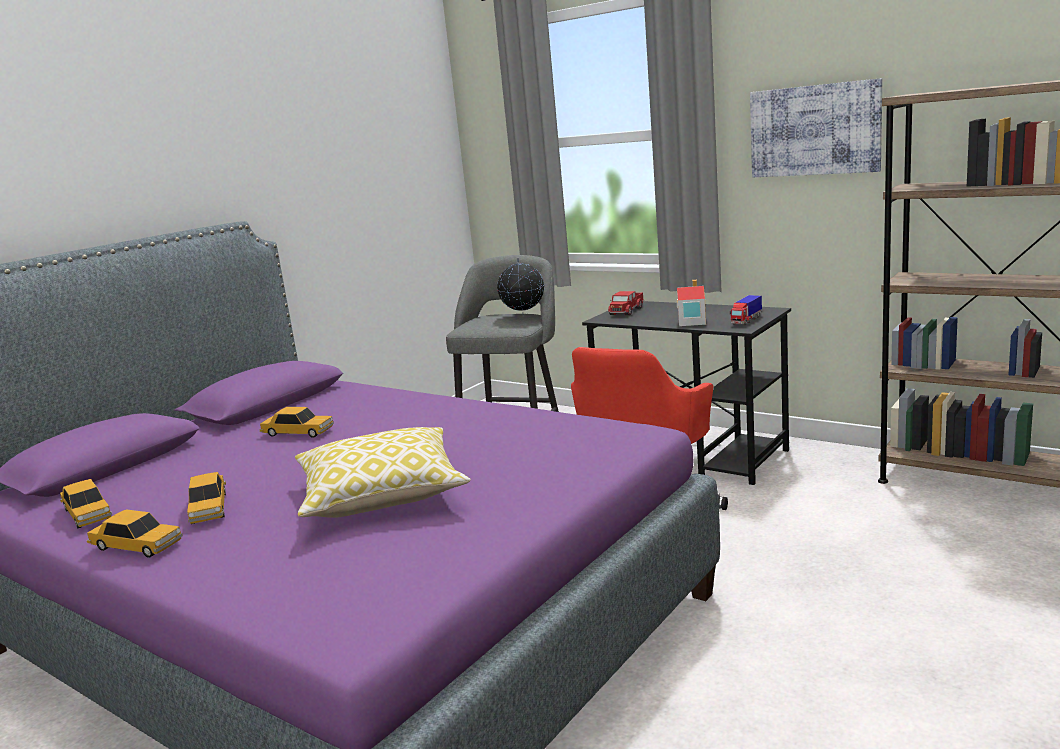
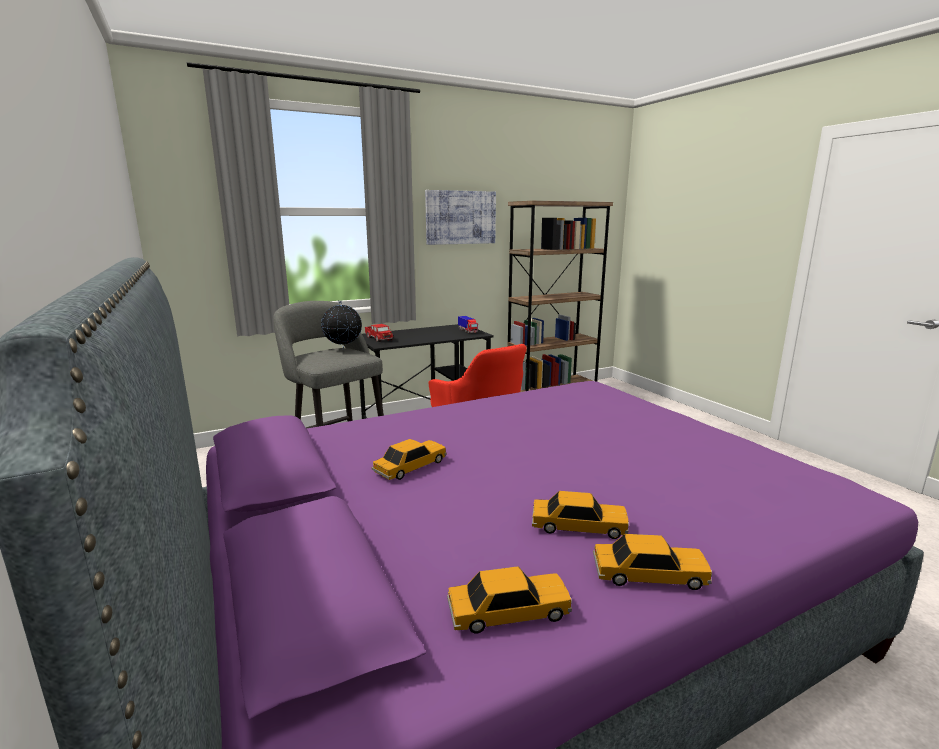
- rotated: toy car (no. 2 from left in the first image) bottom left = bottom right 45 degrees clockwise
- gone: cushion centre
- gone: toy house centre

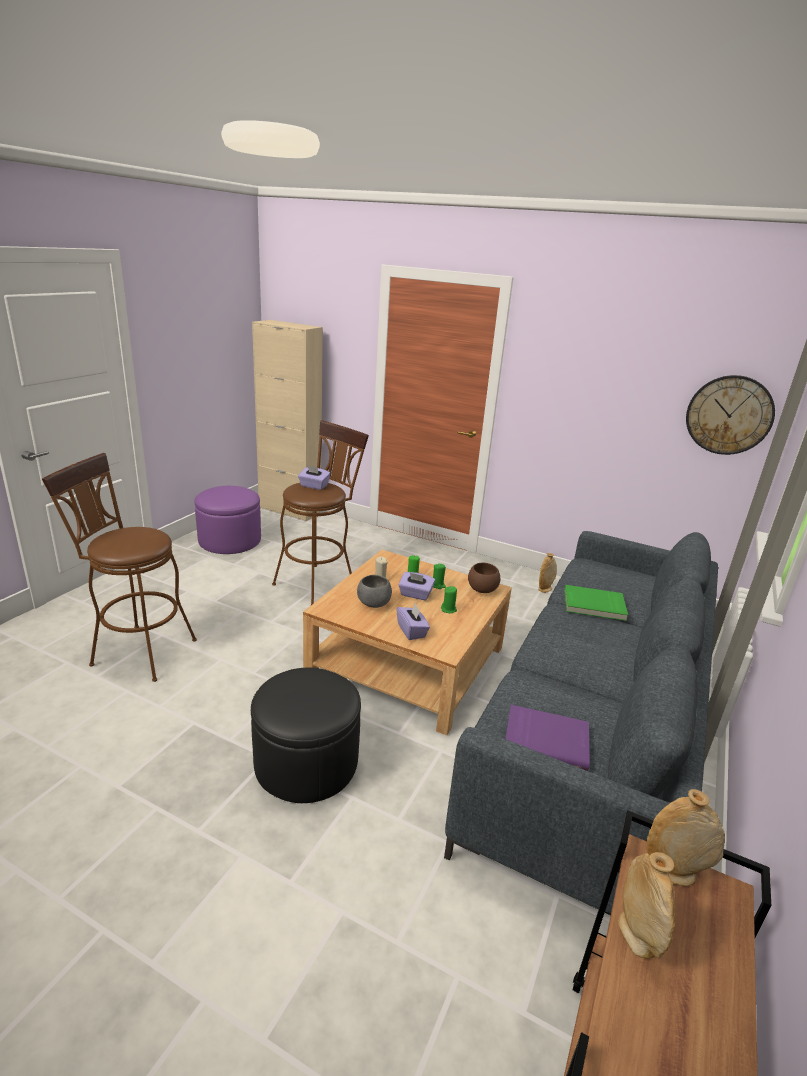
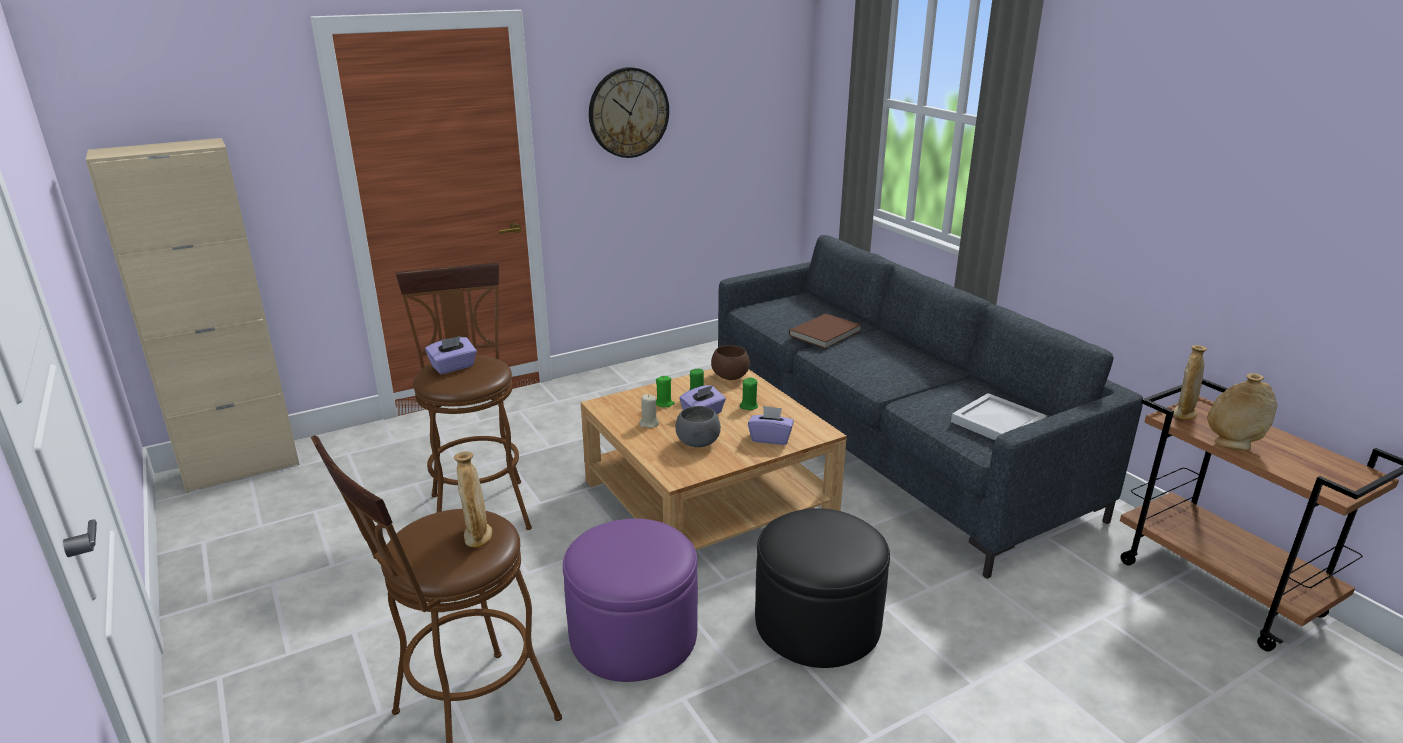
- shifted: purplish pouffe middle left to bottom centre
- swapped: purplish bound book bottom right to whitish tray middle right
- shifted: beige-coloured flower vase (no. 1 from left) middle right to bottom centre
- repainted: green-coloured bound book middle right to brown bound book centre
- shifted: clock on the wall middle right to top centre

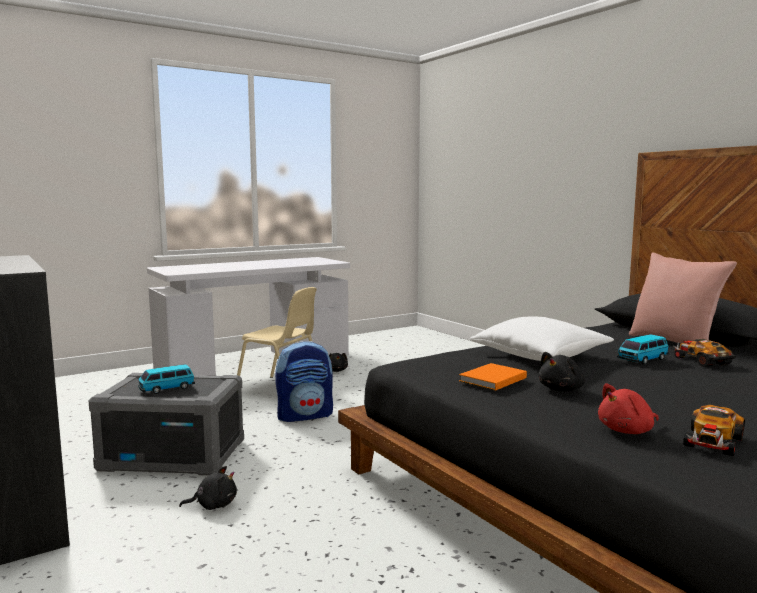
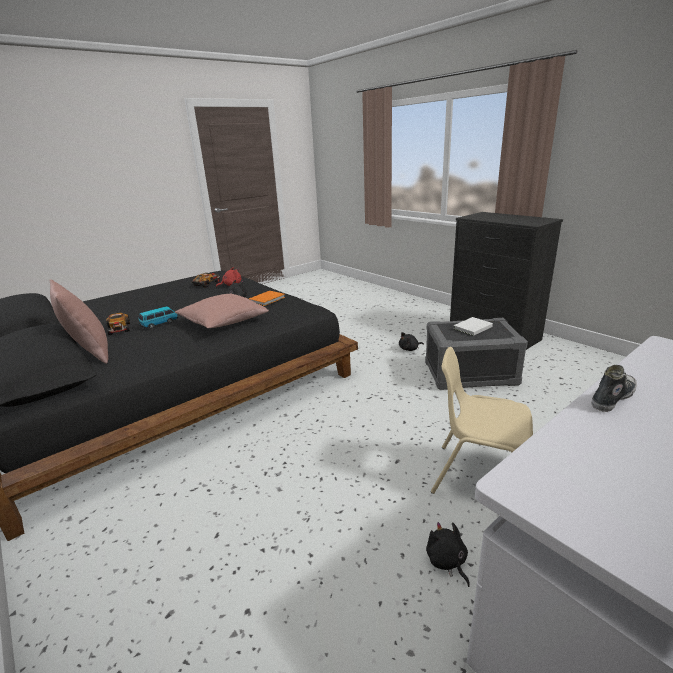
- swapped: toy car (no. 1 from left) middle left to whitish bound book middle right
- gone: knapsack centre
- repainted: whitish cushion middle right to pink cushion (no. 2 from left) middle left
- new: shoe middle right

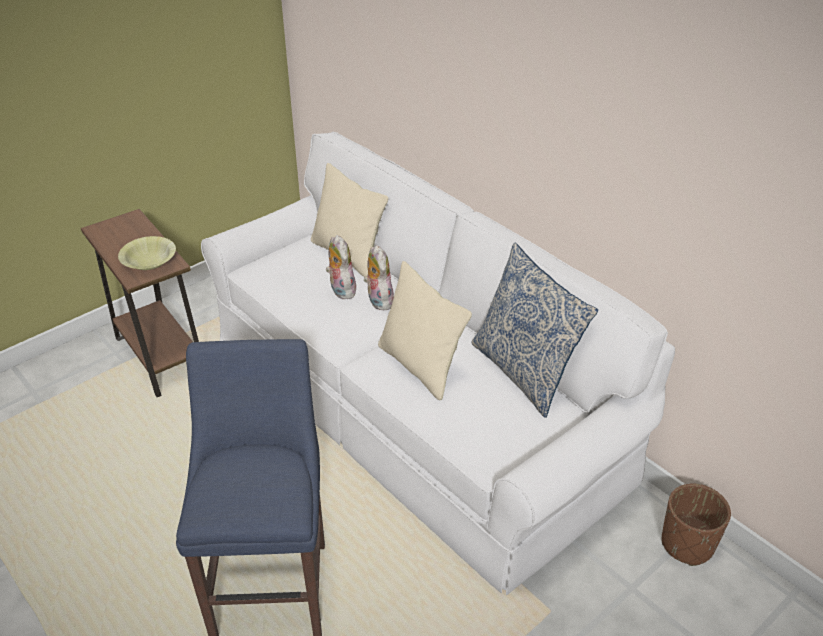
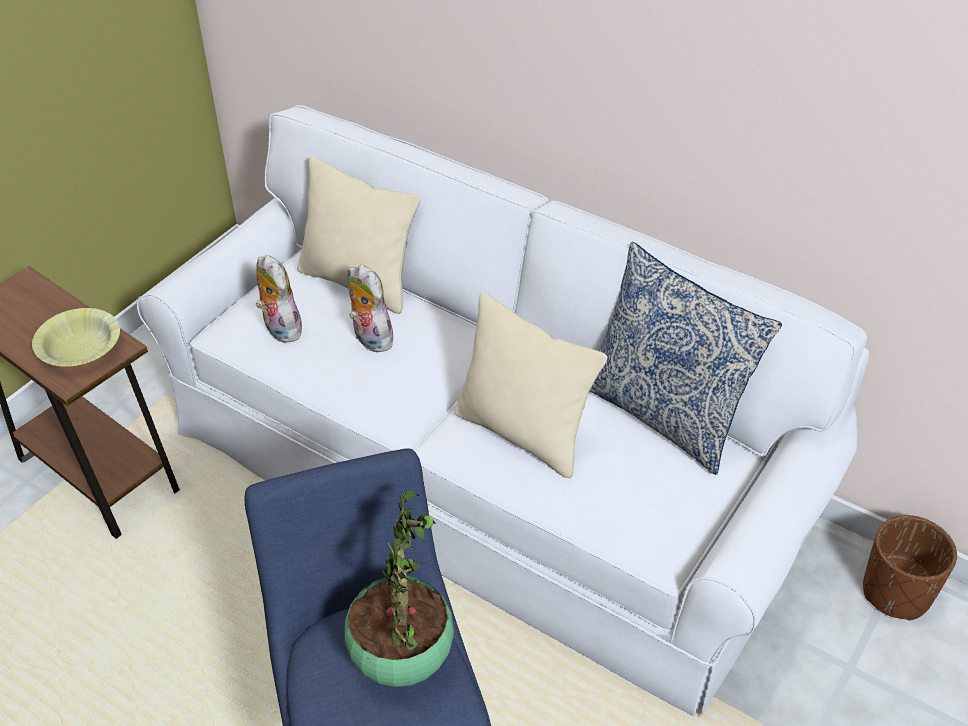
- shifted: plush toy (no. 2 from left in the first image) centre to plush toy (no. 1 from left) middle left
- new: plant in a pot bottom centre

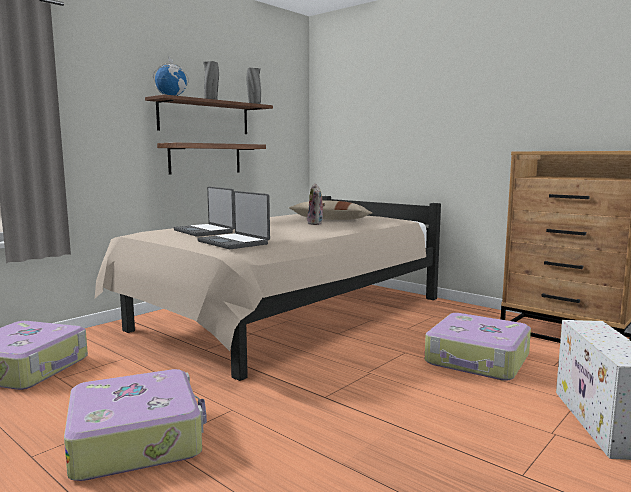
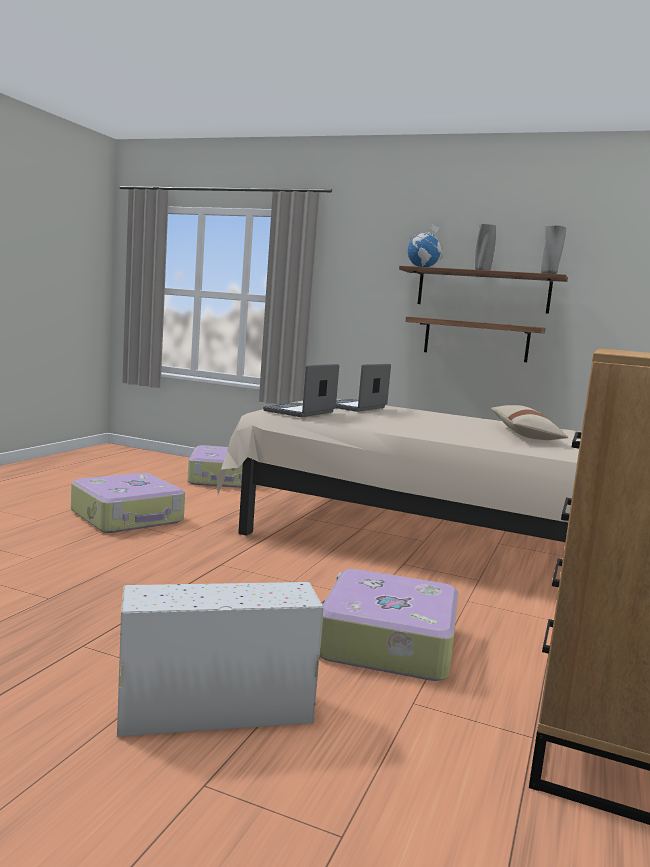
- gone: plush toy centre

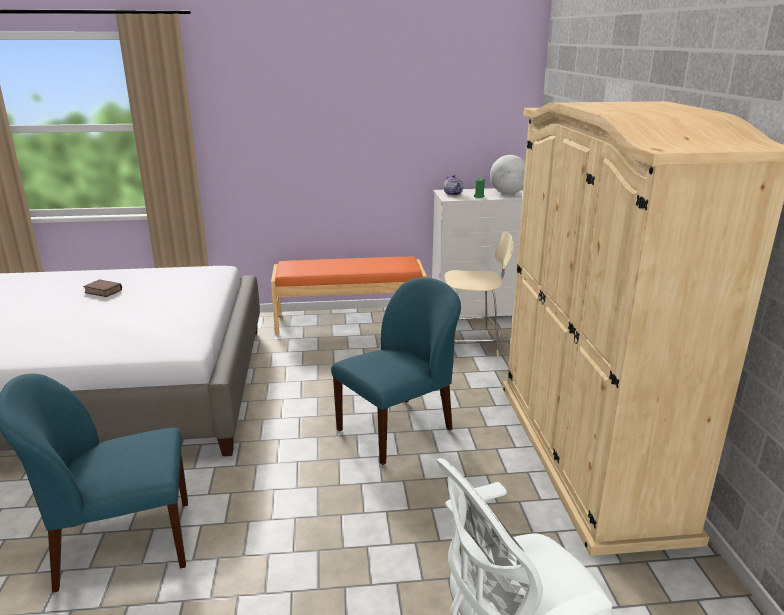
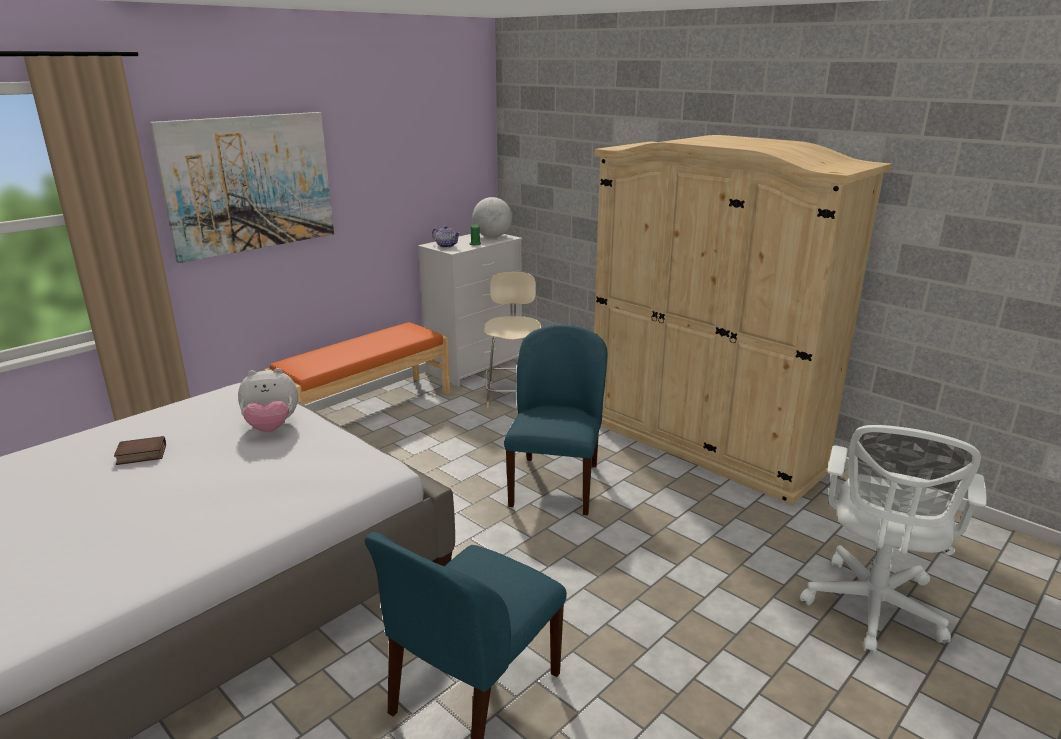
- rotated: beige-coloured plain chair centre = centre 45 degrees counterclockwise
- new: wall art top left
- new: plush toy middle left

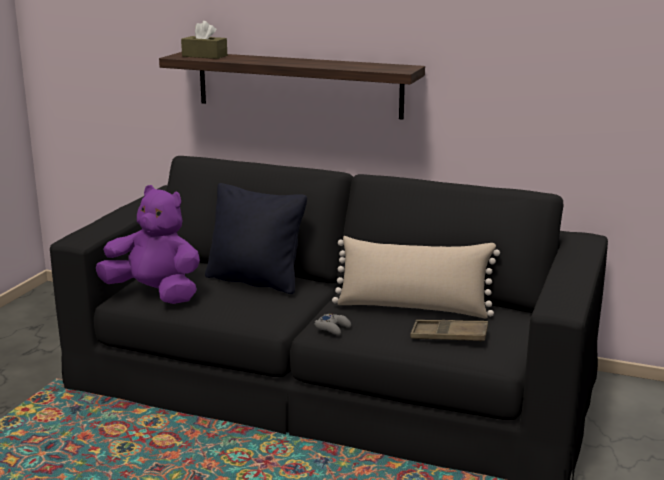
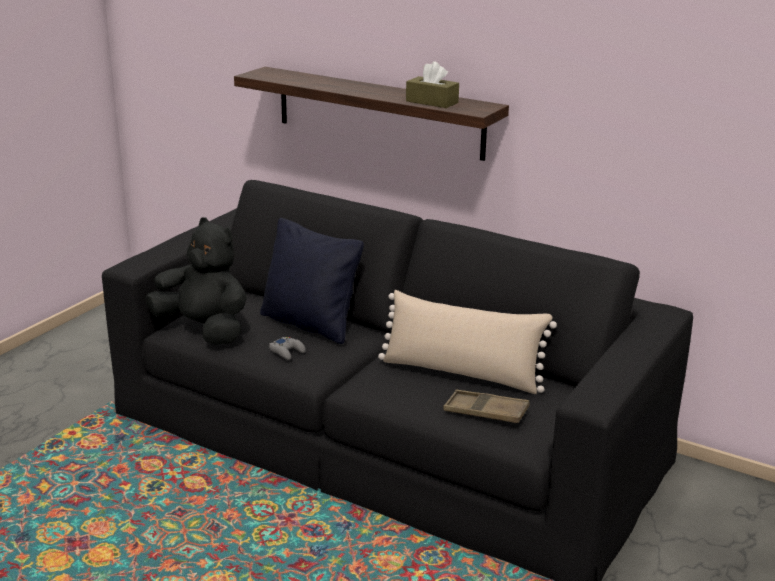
- repainted: purplish plush toy middle left to black plush toy middle left
- shifted: brown tissue holder top left to top centre
- shifted: grey game controller bottom centre to centre

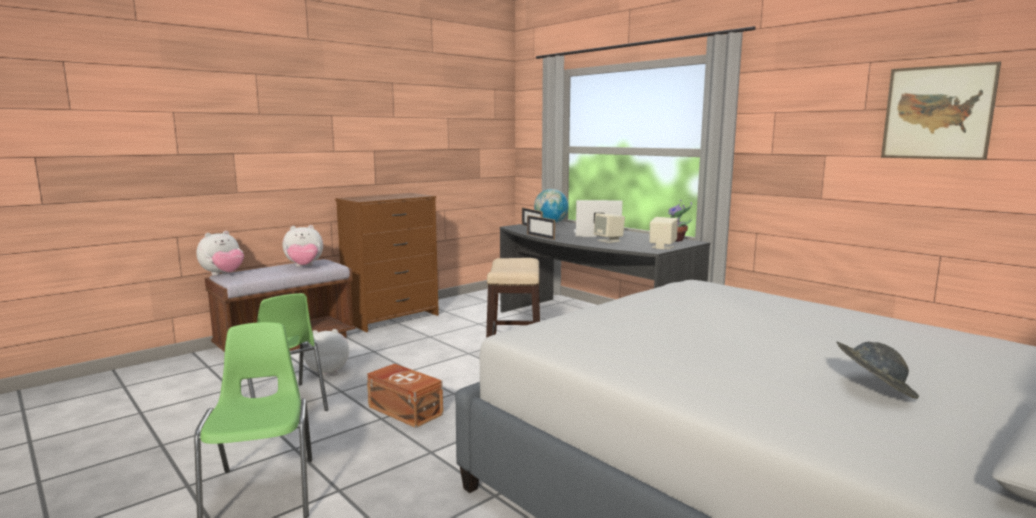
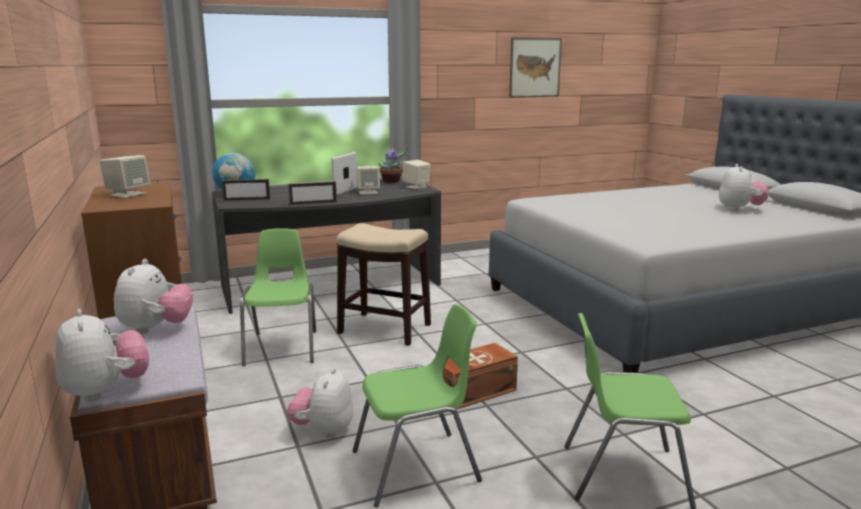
- swapped: grey wearable hat bottom right to plush toy (no. 4 from left) middle right
- new: beige-coloured speaker (no. 1 from left) middle left
- new: green-coloured plain chair (no. 1 from left) middle left

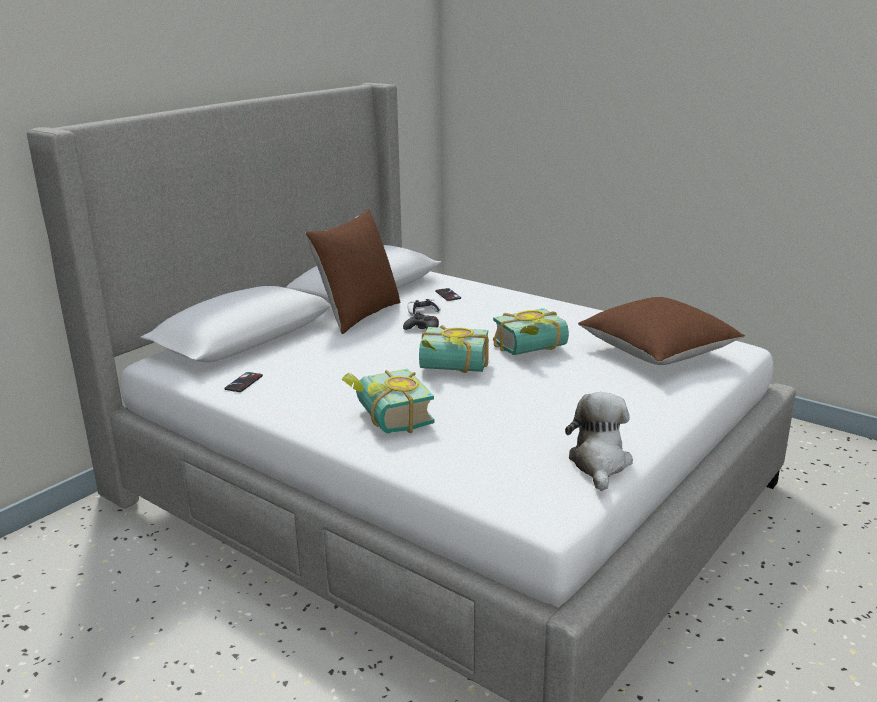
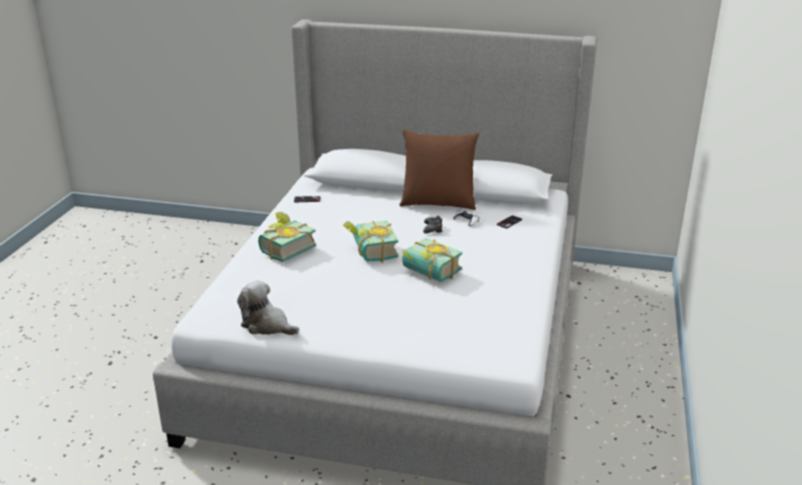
- rotated: plush toy middle right = centre 135 degrees counterclockwise
- gone: brown cushion (no. 2 from left) middle right

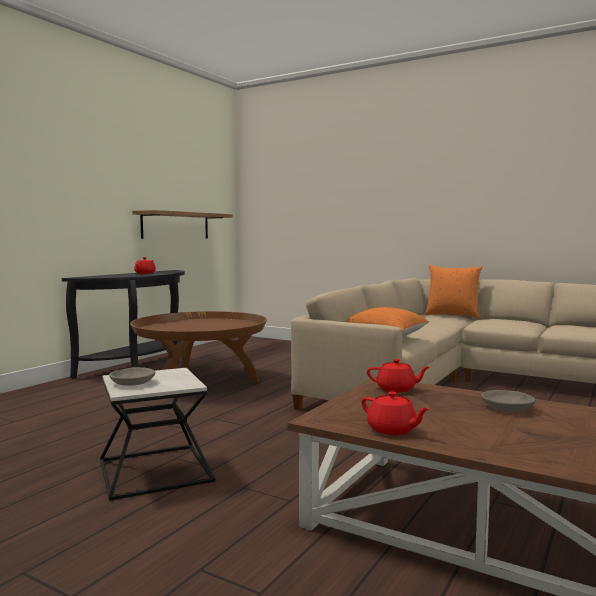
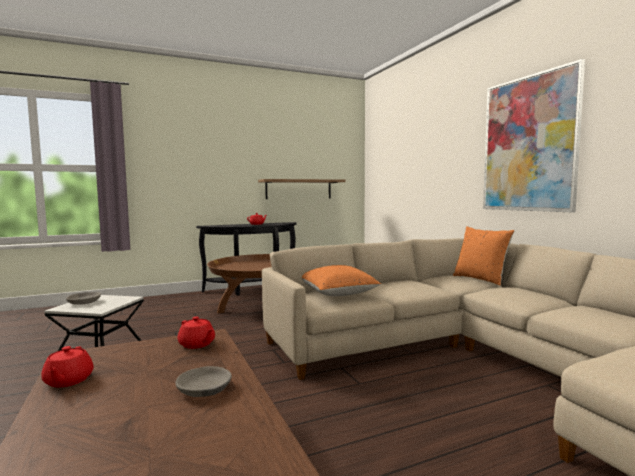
- new: wall art top right

